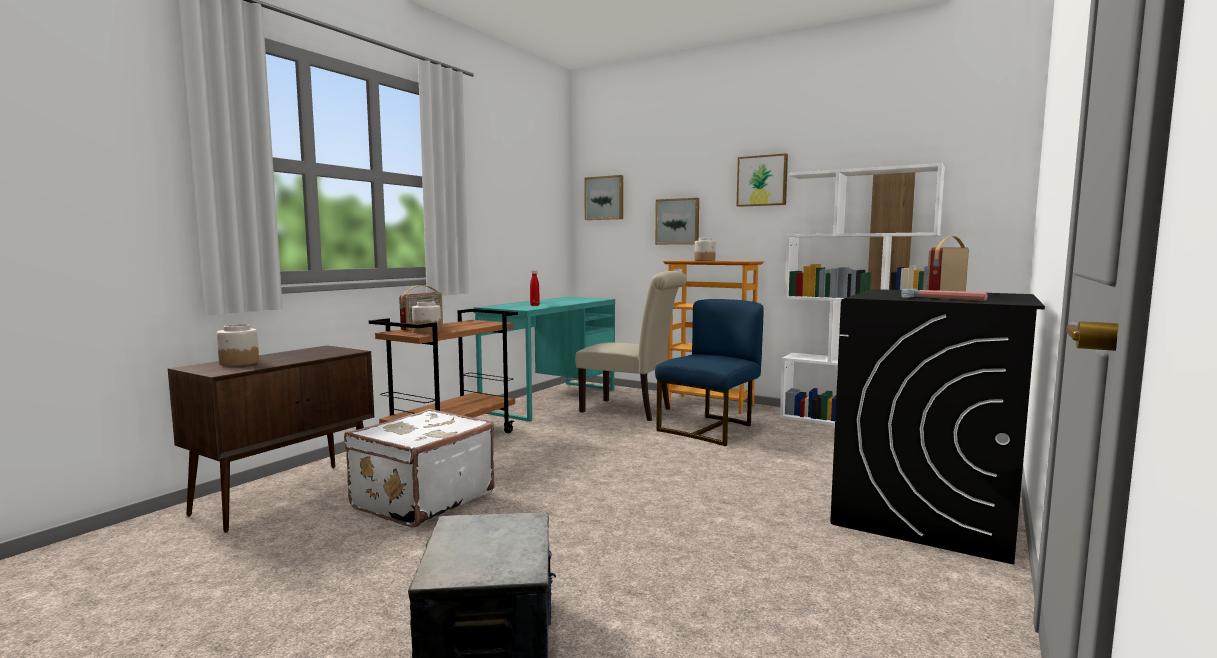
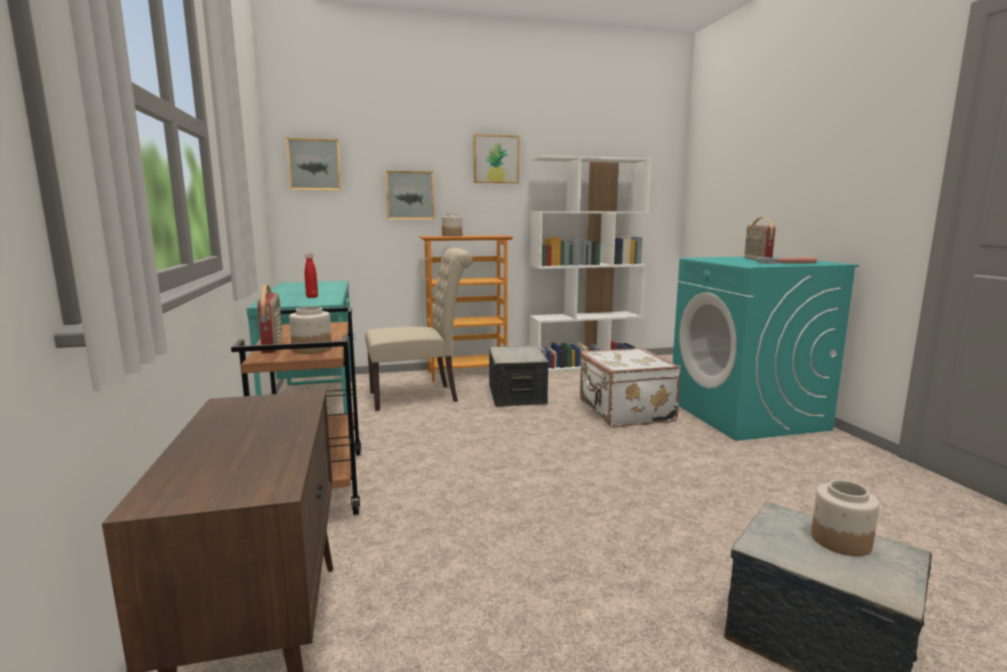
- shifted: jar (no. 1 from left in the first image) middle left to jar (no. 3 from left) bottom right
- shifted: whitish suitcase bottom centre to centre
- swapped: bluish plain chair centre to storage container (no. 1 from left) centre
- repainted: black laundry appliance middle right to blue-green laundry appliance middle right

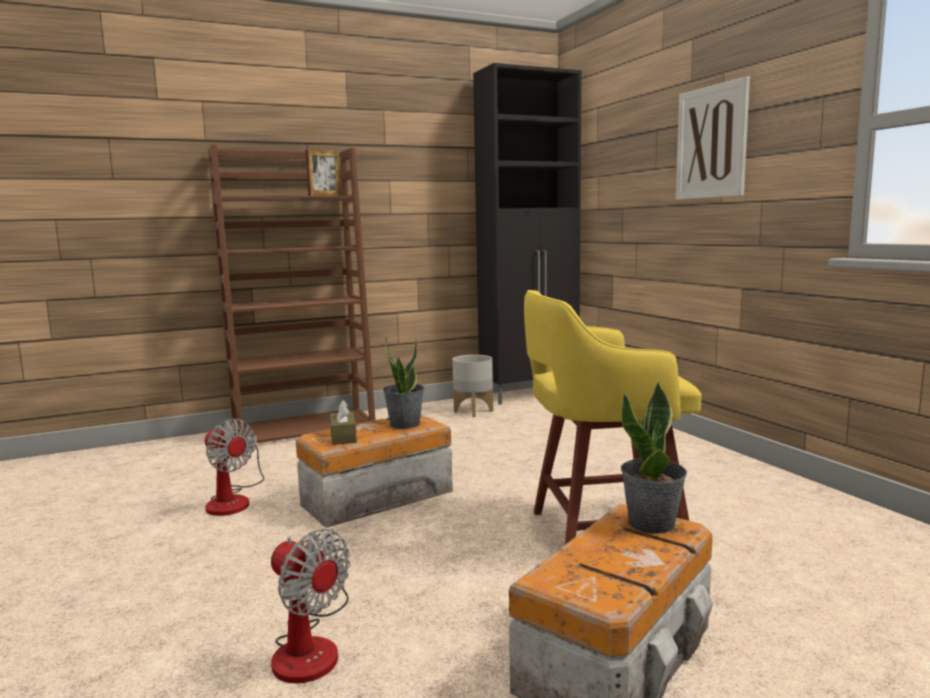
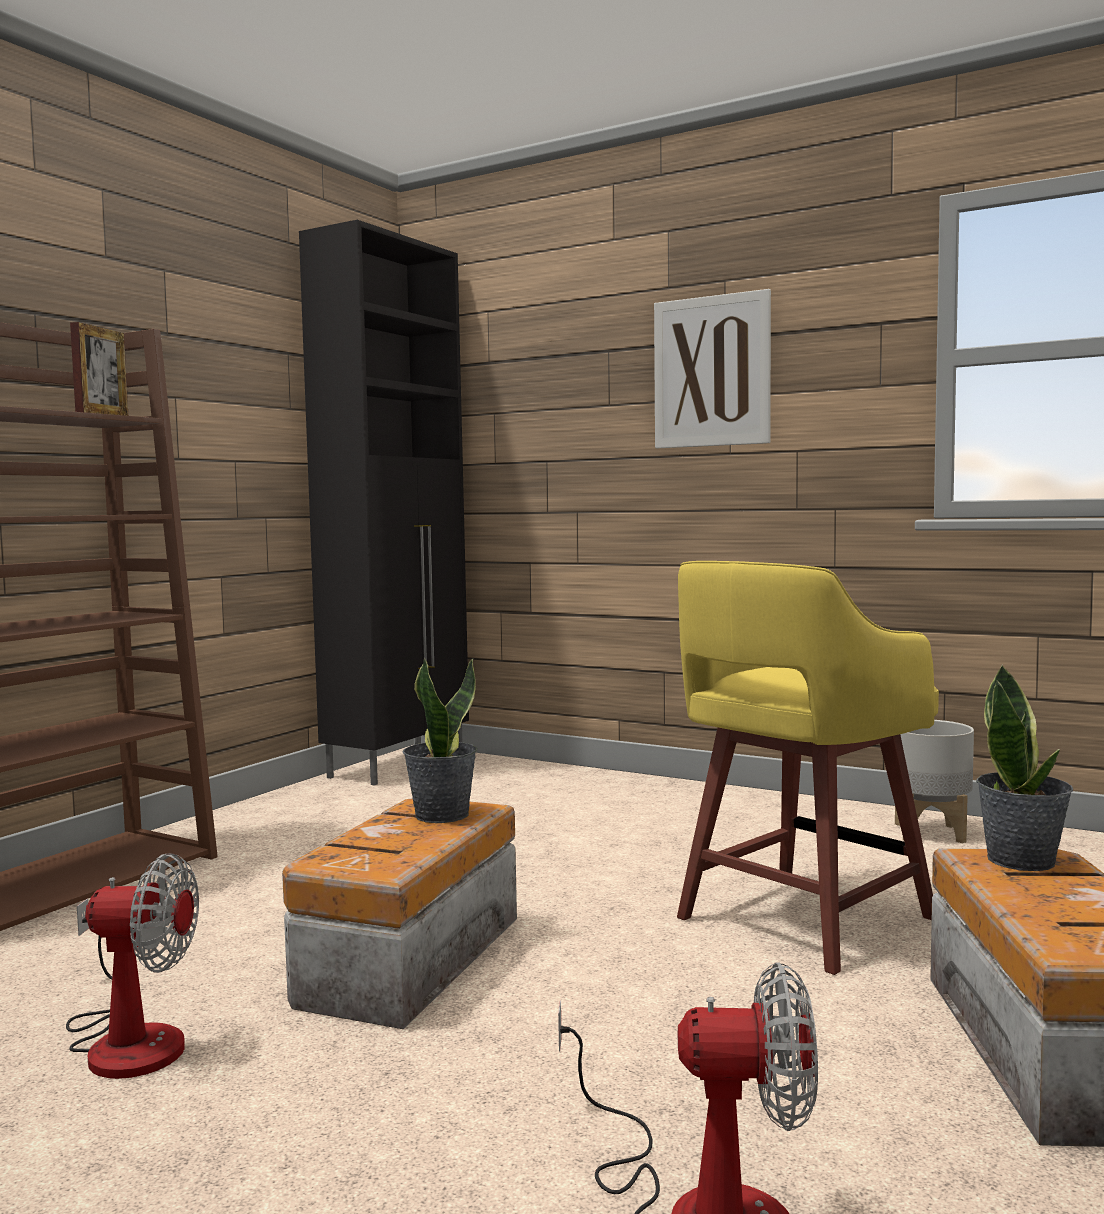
- gone: brown tissue holder centre
- shifted: grey planter centre to middle right

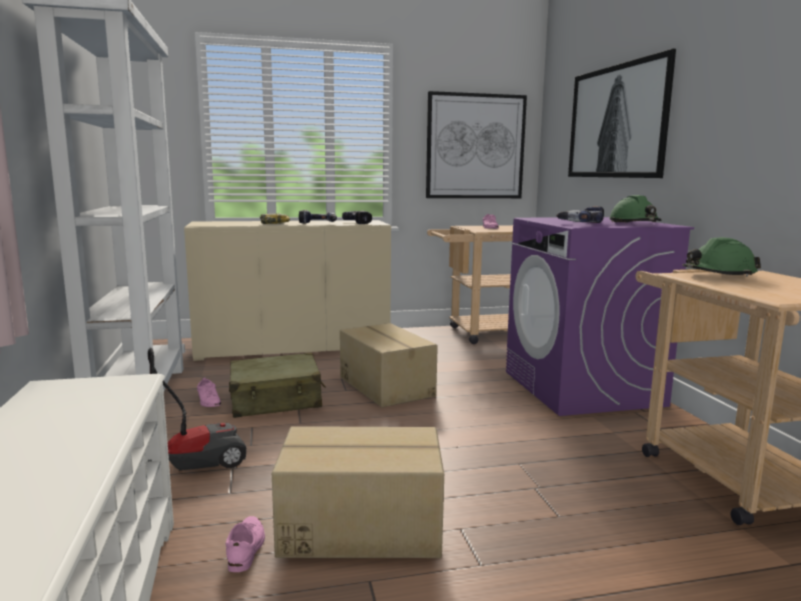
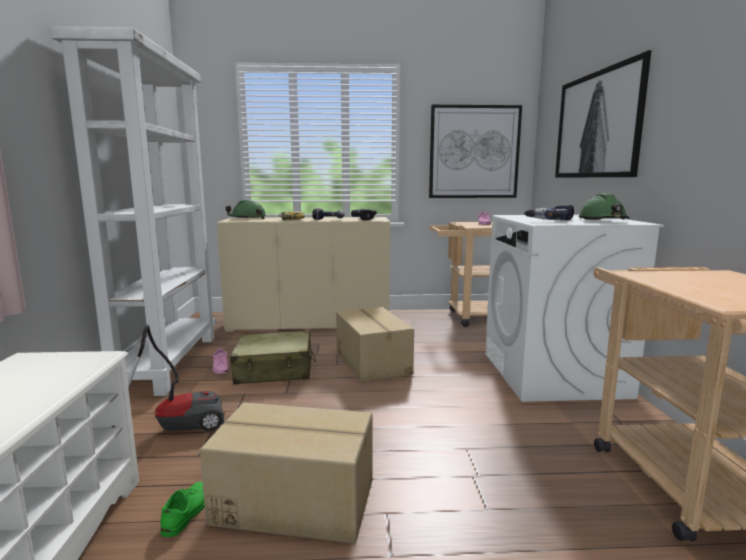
- repainted: pink shoe (no. 2 from left) bottom left to green-coloured shoe bottom left
- repainted: purplish laundry appliance middle right to whitish laundry appliance middle right
- shifted: green-coloured work helmet (no. 2 from left in the first image) middle right to green-coloured work helmet (no. 1 from left) middle left

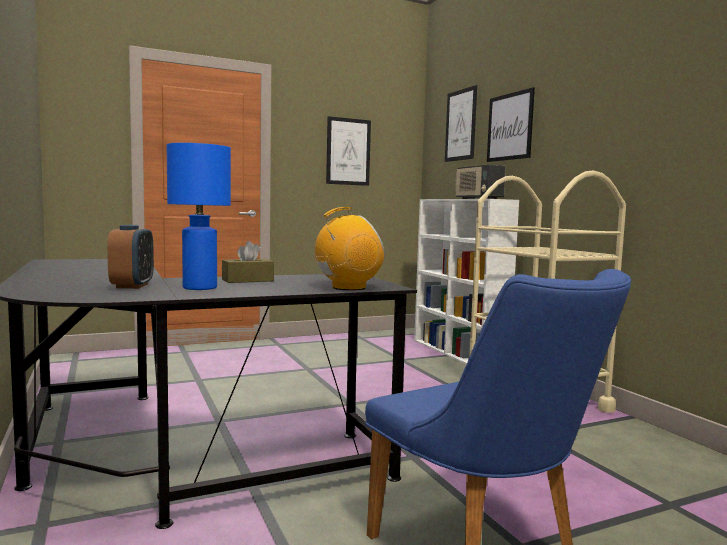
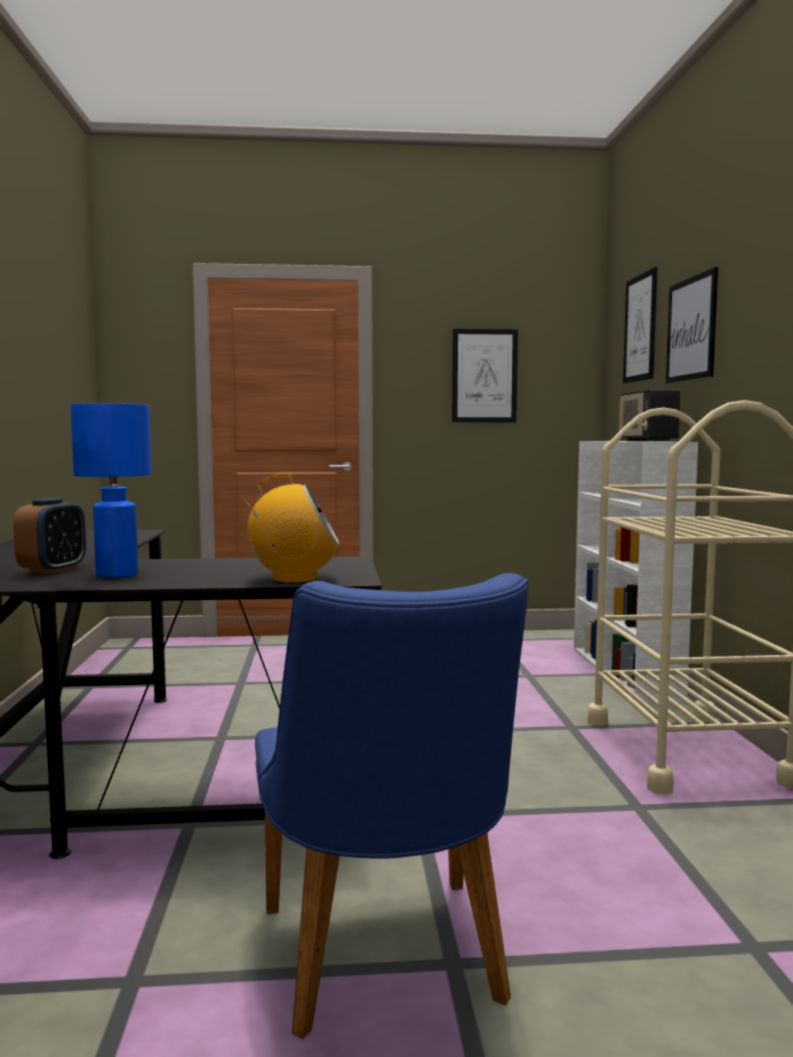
- gone: brown tissue holder centre

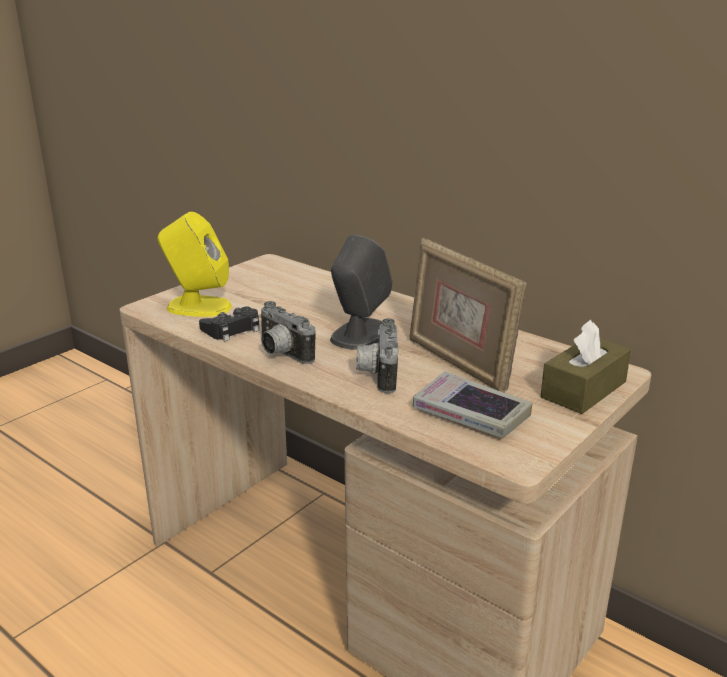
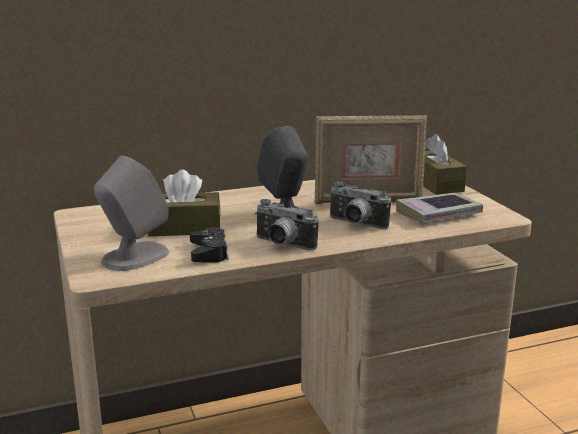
- repainted: yellow-coloured speaker middle left to grey speaker (no. 1 from left) middle left
- rotated: still camera (no. 1 from left) centre = centre 45 degrees clockwise
- new: brown tissue holder (no. 1 from left) middle left

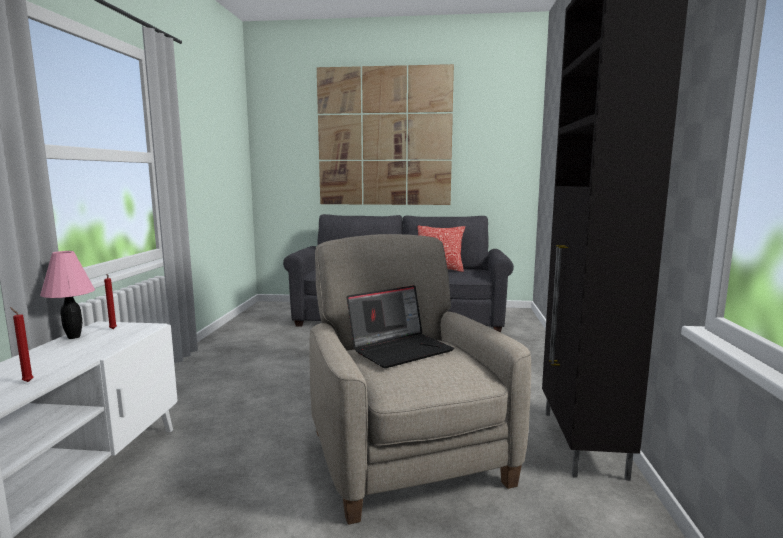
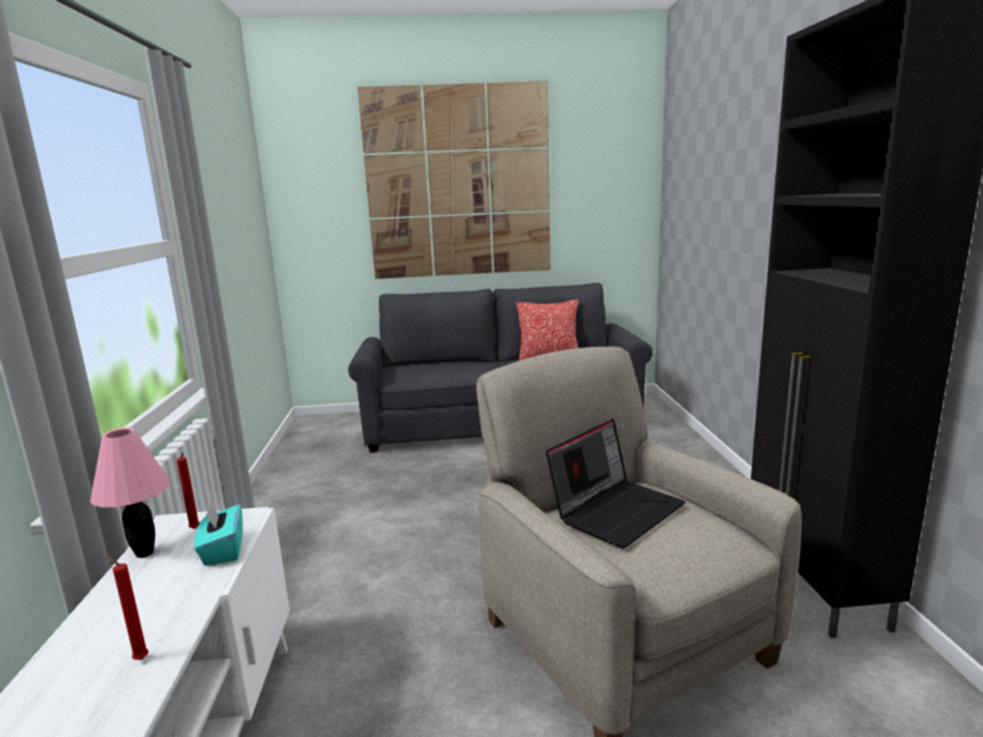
- new: blue-green tissue holder bottom left

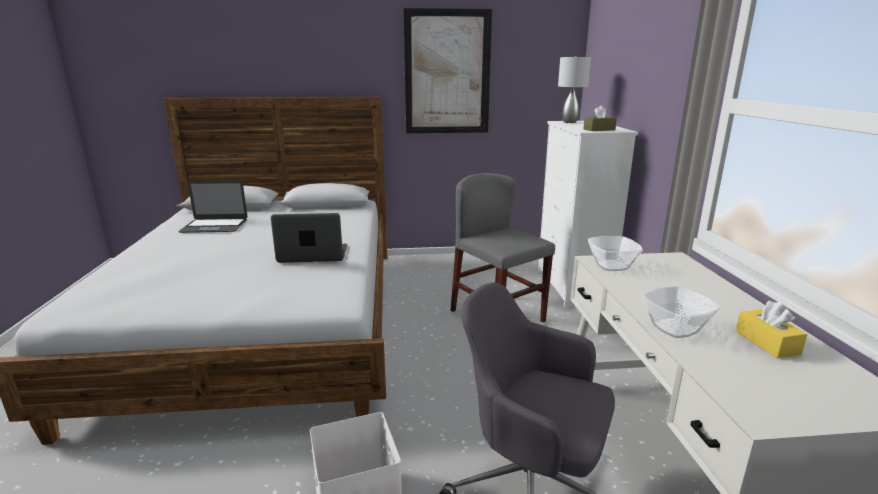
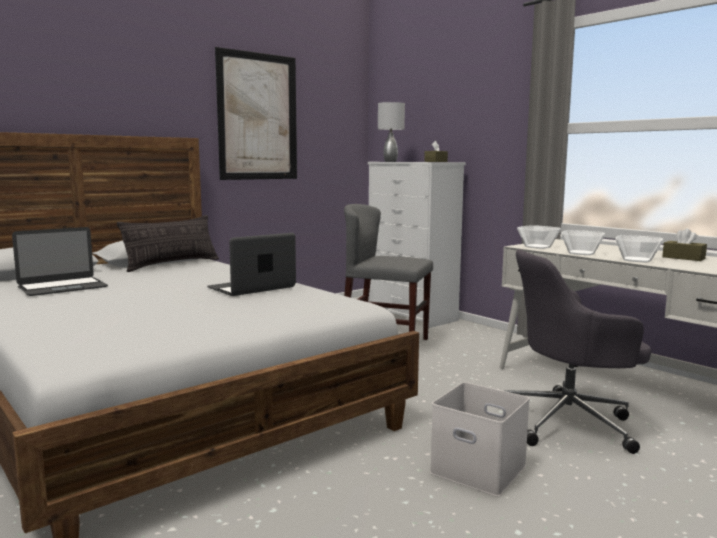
- repainted: yellow-coloured tissue holder middle right to brown tissue holder (no. 2 from left) middle right
- new: cushion middle left
- new: serving bowl (no. 2 from left) middle right

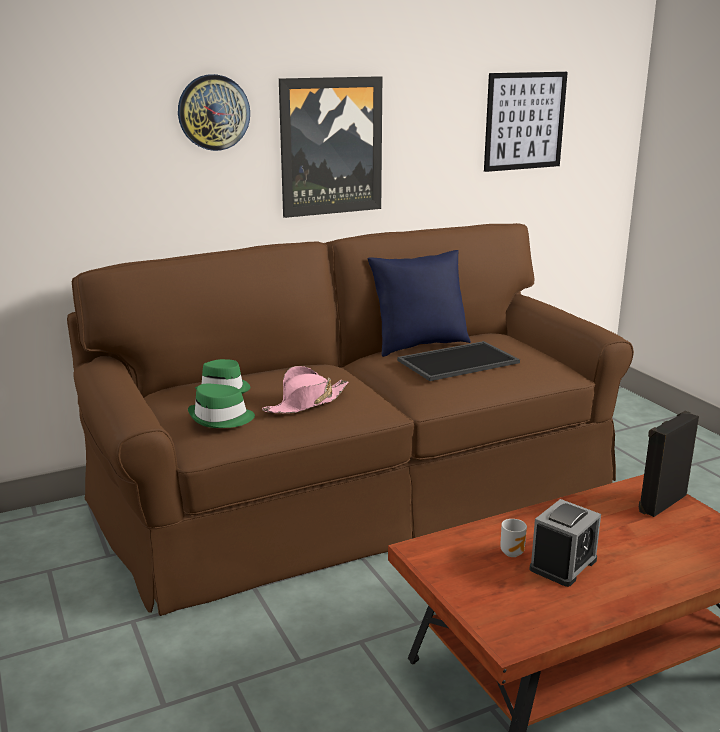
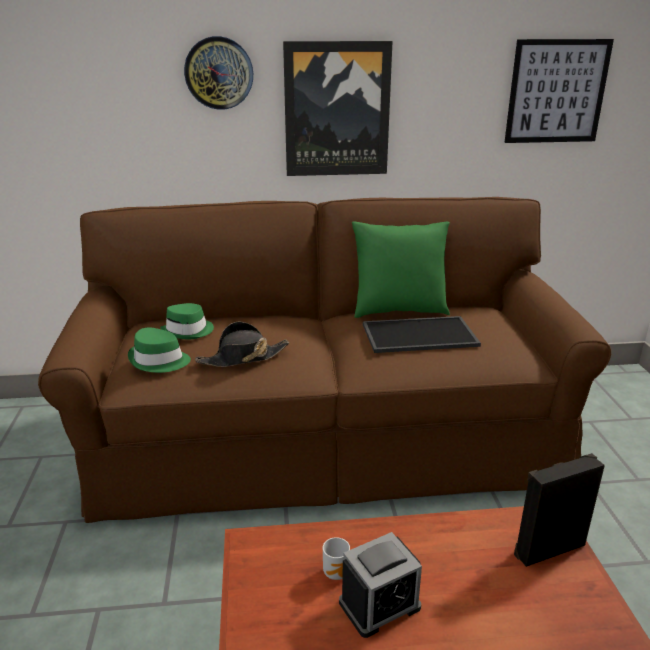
- repainted: pink wearable hat centre to black wearable hat centre
- repainted: bluish cushion centre to green-coloured cushion centre

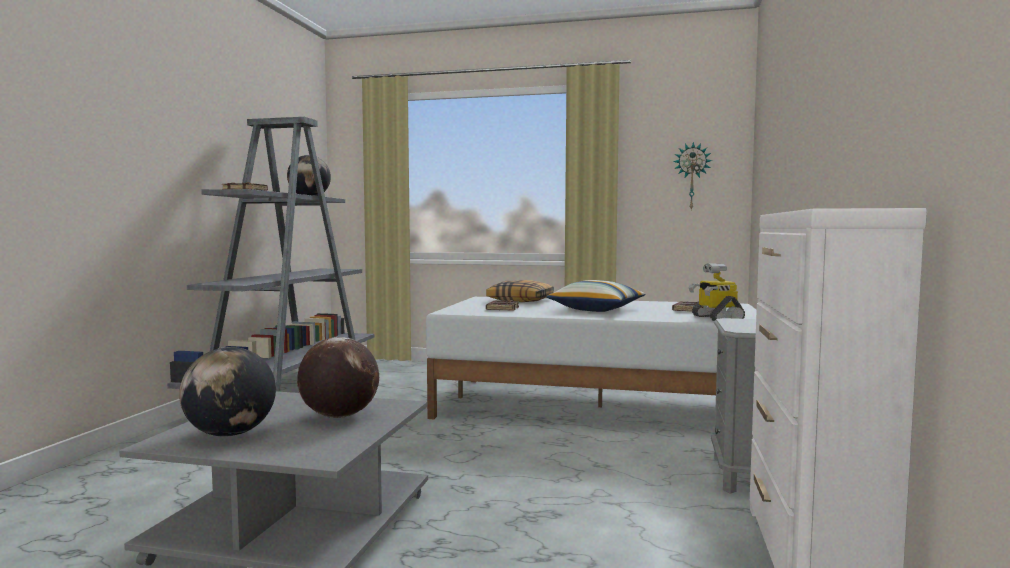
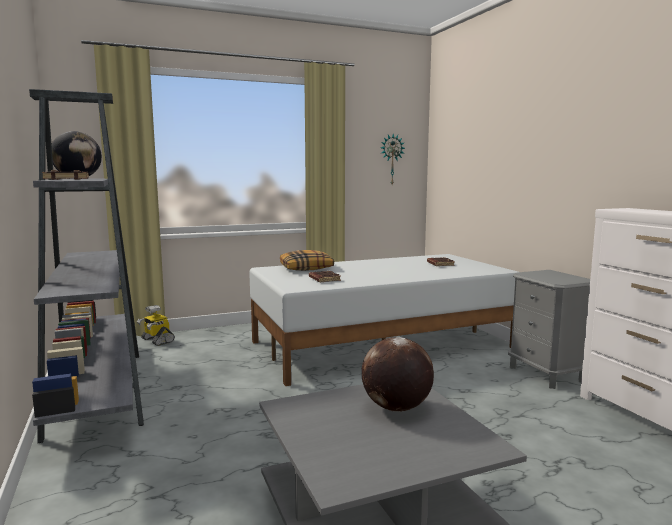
- gone: world globe (no. 1 from left) bottom left
- gone: cushion (no. 2 from left) centre
- shifted: robot figure middle right to middle left

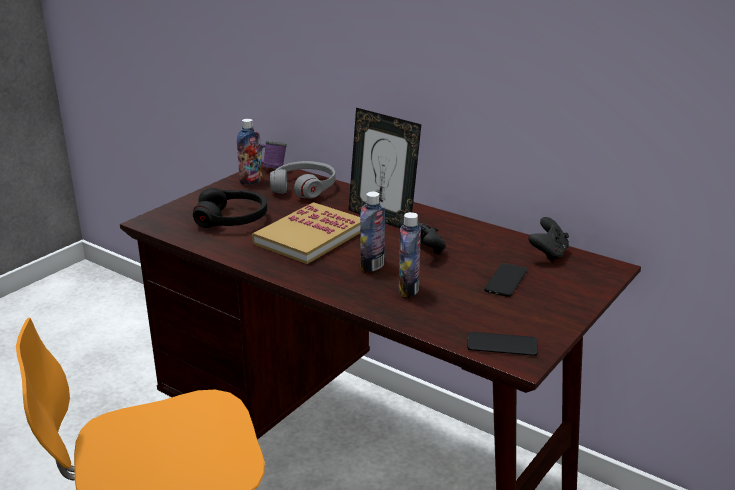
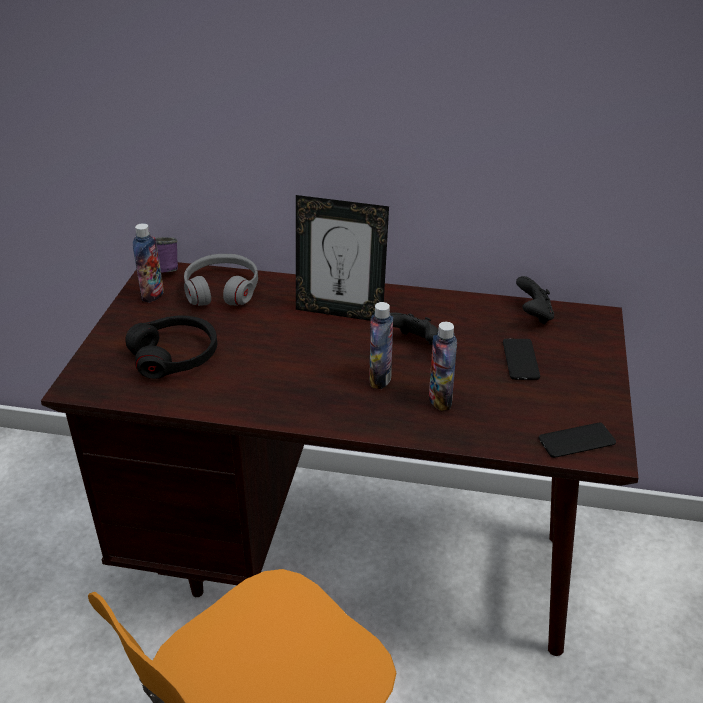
- gone: bound book centre

